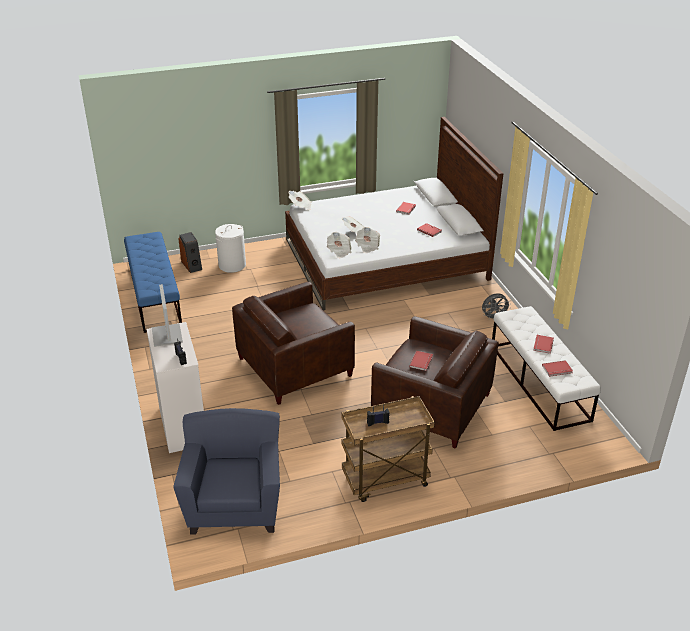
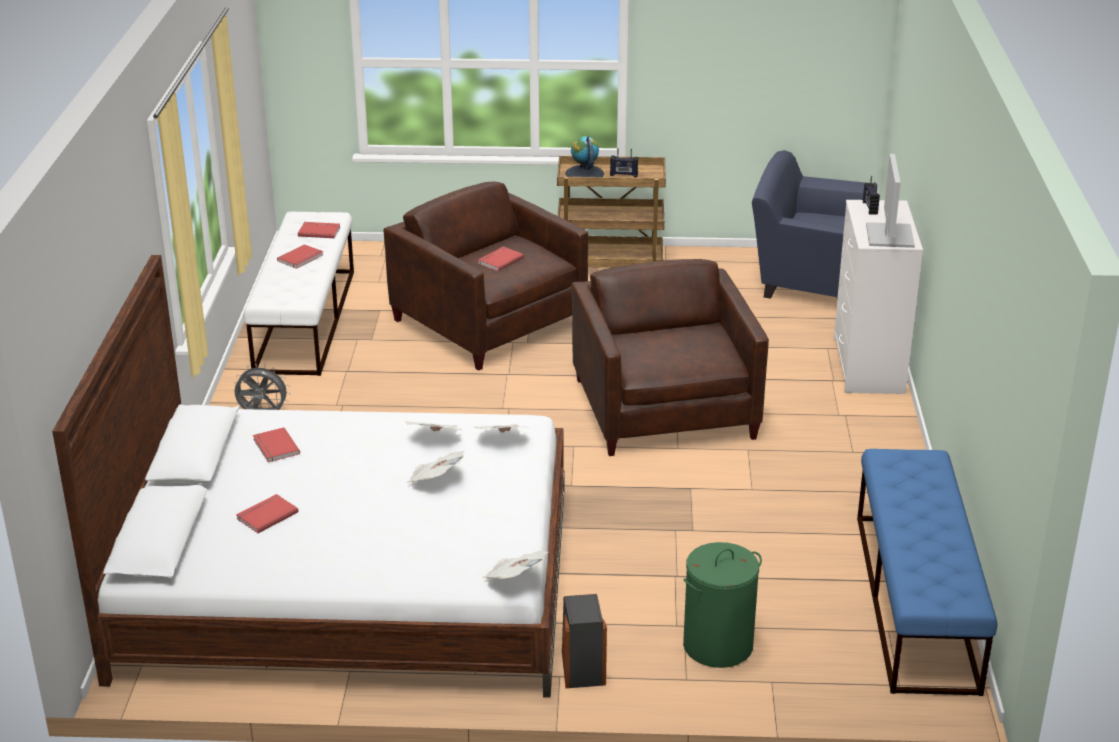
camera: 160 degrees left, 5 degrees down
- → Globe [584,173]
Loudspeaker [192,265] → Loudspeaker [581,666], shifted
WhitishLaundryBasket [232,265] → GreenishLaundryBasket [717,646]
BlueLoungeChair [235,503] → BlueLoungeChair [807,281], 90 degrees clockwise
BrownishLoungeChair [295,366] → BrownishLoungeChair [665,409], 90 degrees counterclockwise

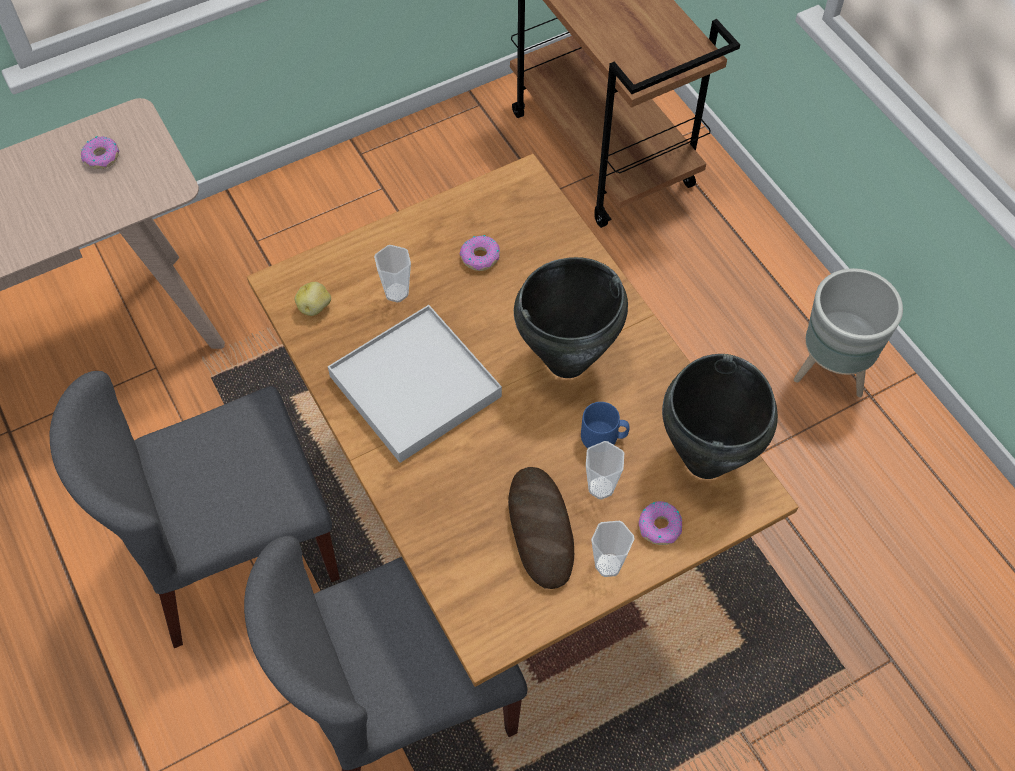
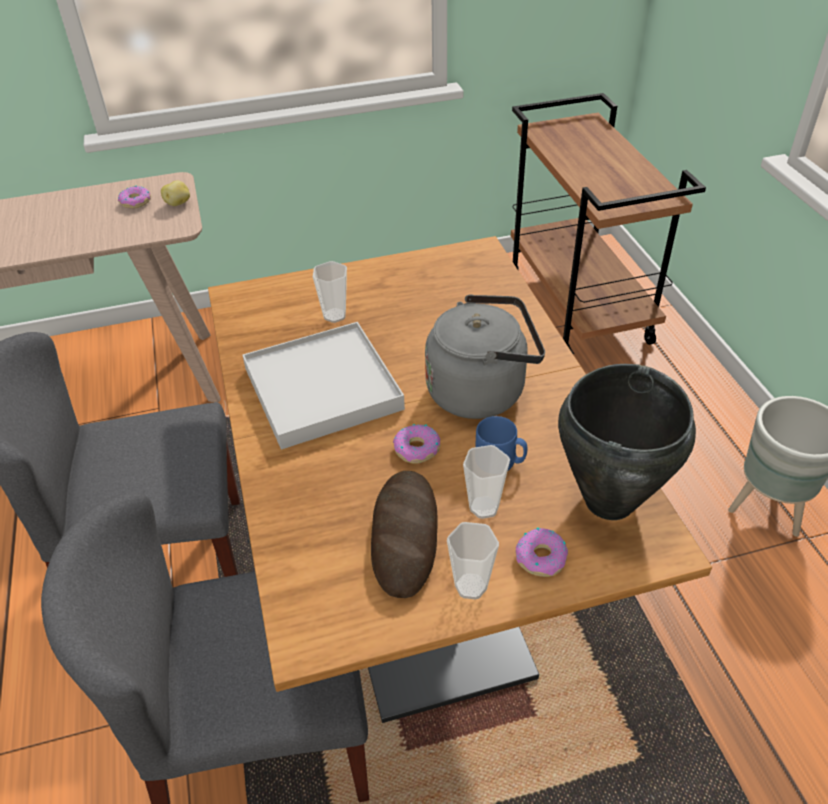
camera: 15 degrees right, 15 degrees down
WholePotato [315,307] → WholePotato [178,203], shifted
Donut [480,257] → Donut [417,449], shifted
BlackColouredSaucepot [568,361] → GrayTeaKettle [481,391]

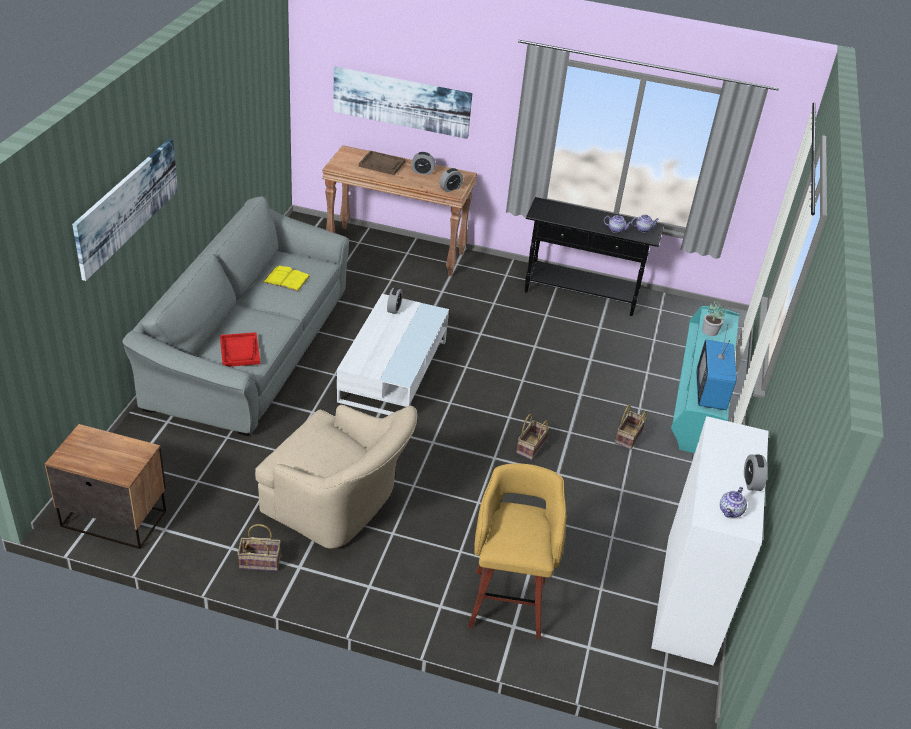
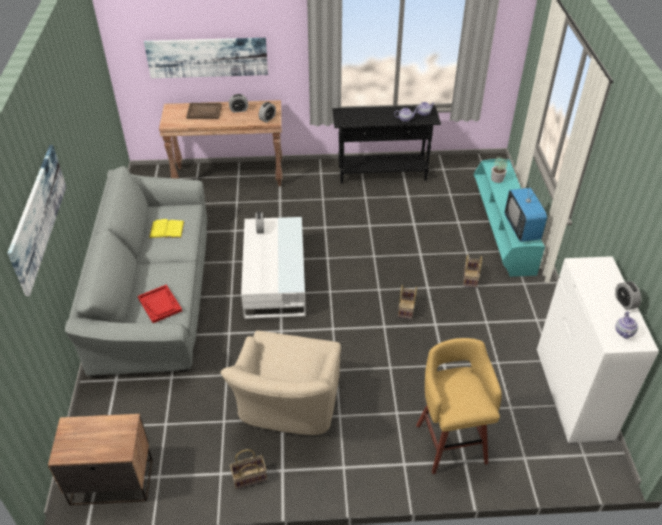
camera: 15 degrees left, 5 degrees up
BeigeColouredLoungeChair [339,506] → BeigeColouredLoungeChair [288,406], 90 degrees clockwise

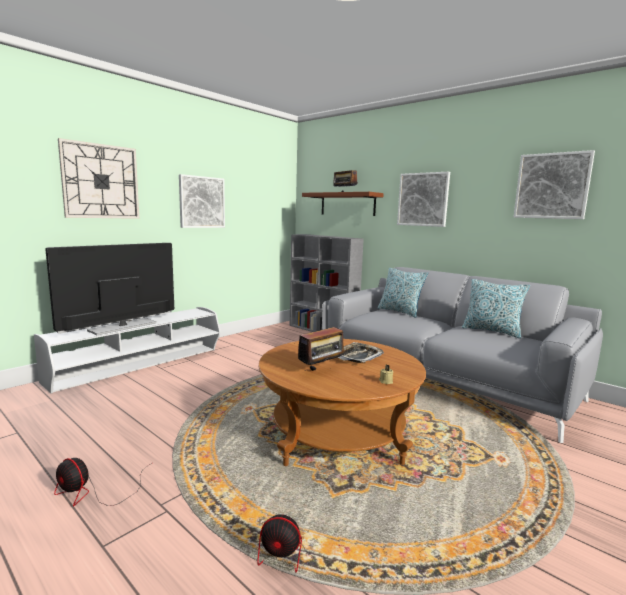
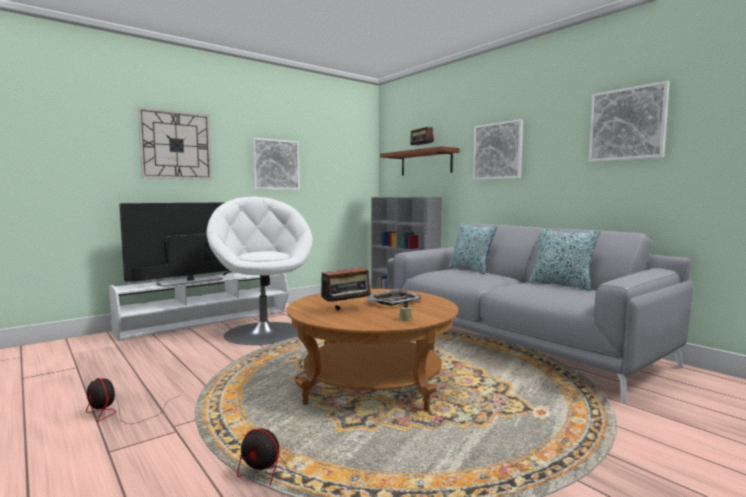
camera: 10 degrees right, 5 degrees down
- → WhitishLoungeChair [264,332]

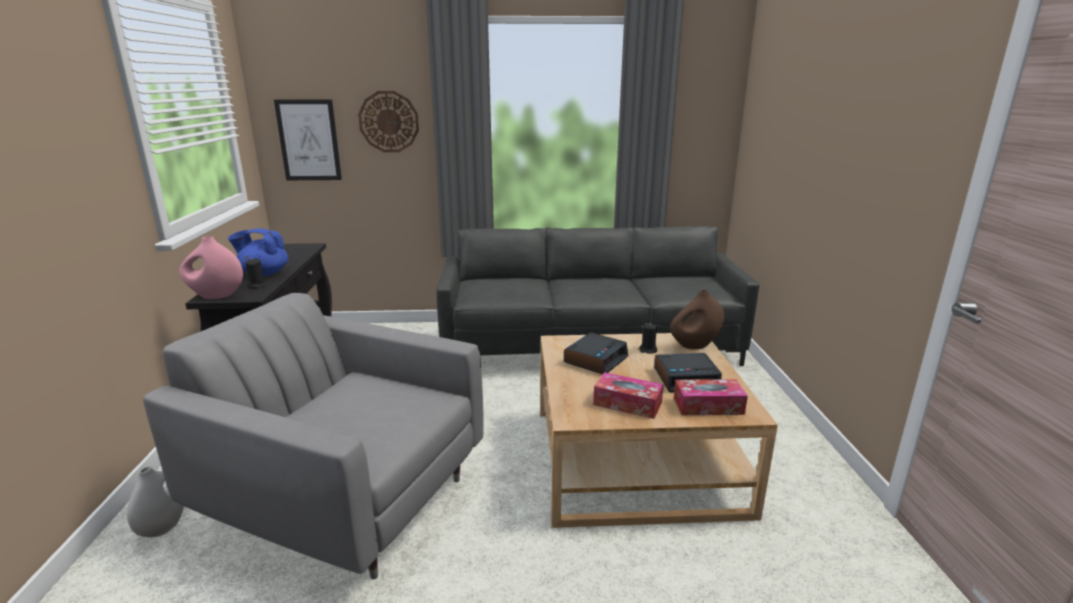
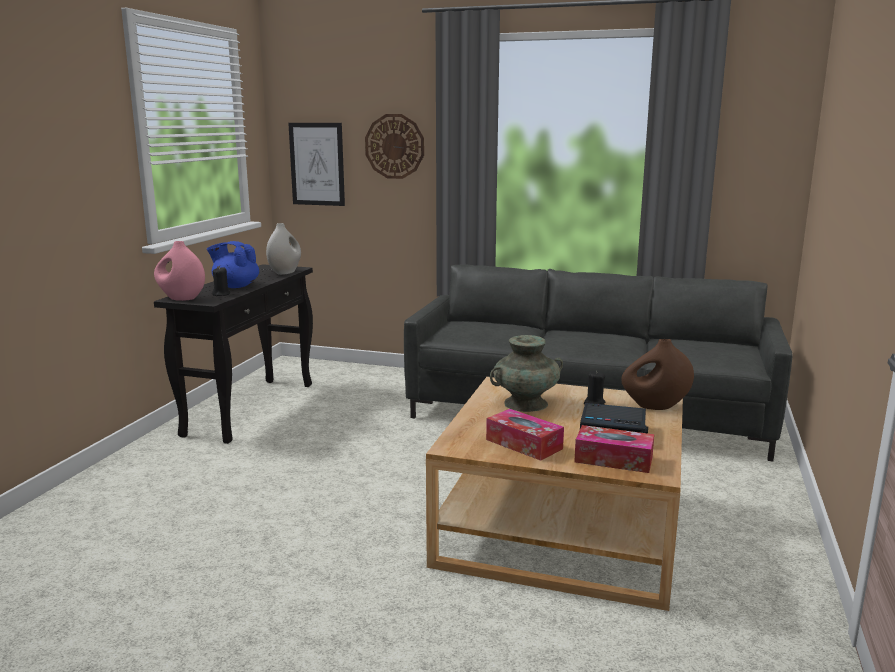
camera: 20 degrees right, 5 degrees down
GrayLoungeChair [344,498] → -
WhitishDecorativeVase [165,525] → WhitishDecorativeVase [285,272], shifted
AlarmClock [595,359] → BlueGreenDecorativeVase [526,404]

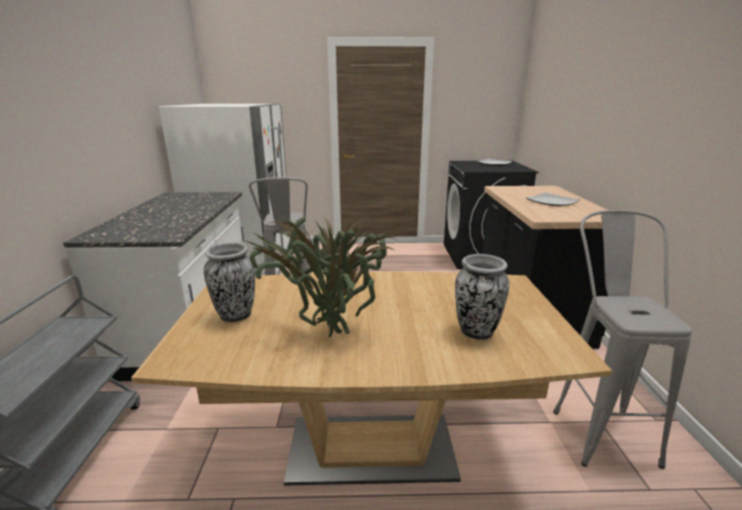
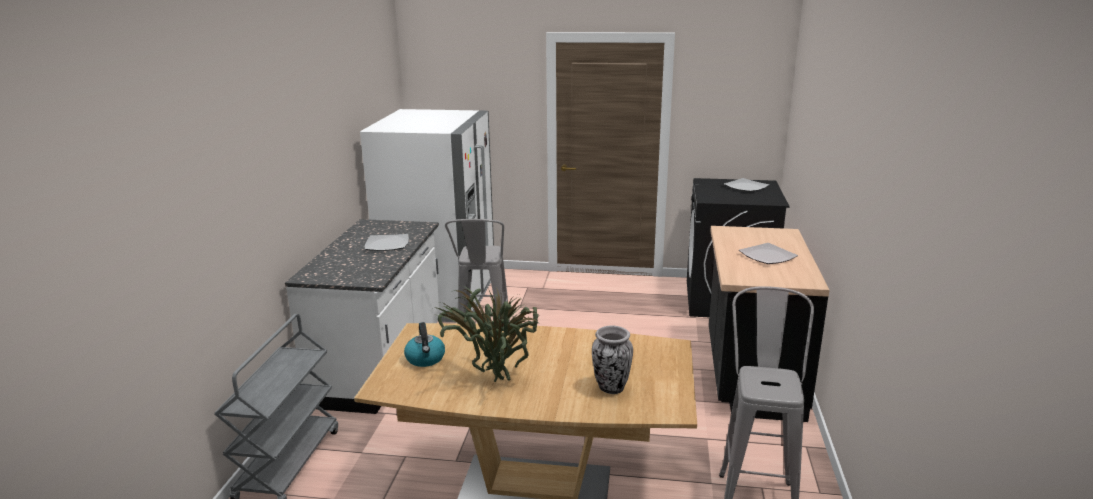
camera: 10 degrees right, 0 degrees up
- → FlatDish [387,244]
DecorativeVase [236,315] → TeaKettle [425,359]

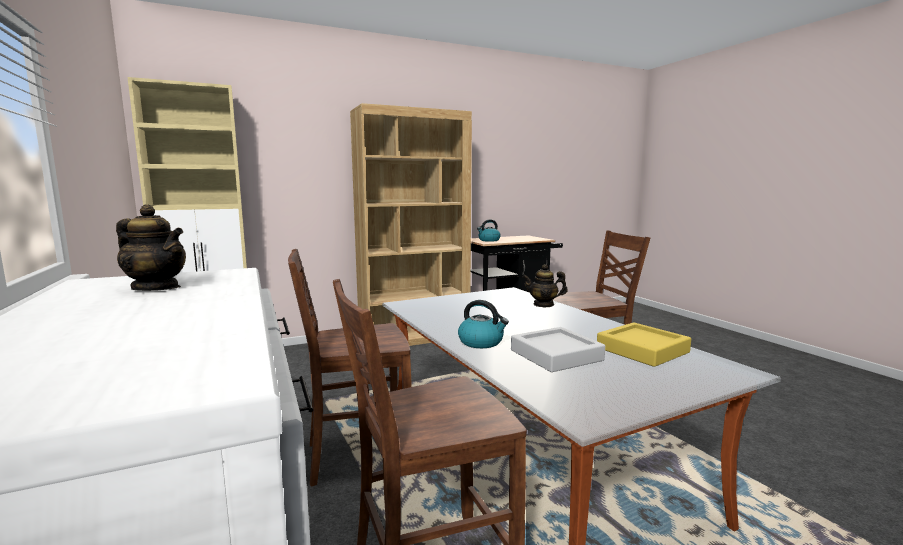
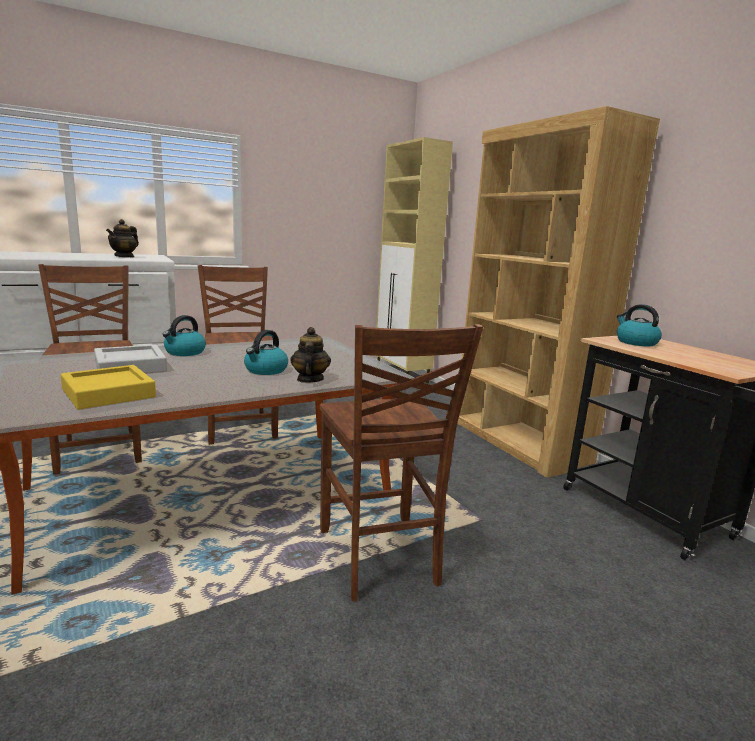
camera: 85 degrees right, 5 degrees up
- → TeaKettle [265,370]

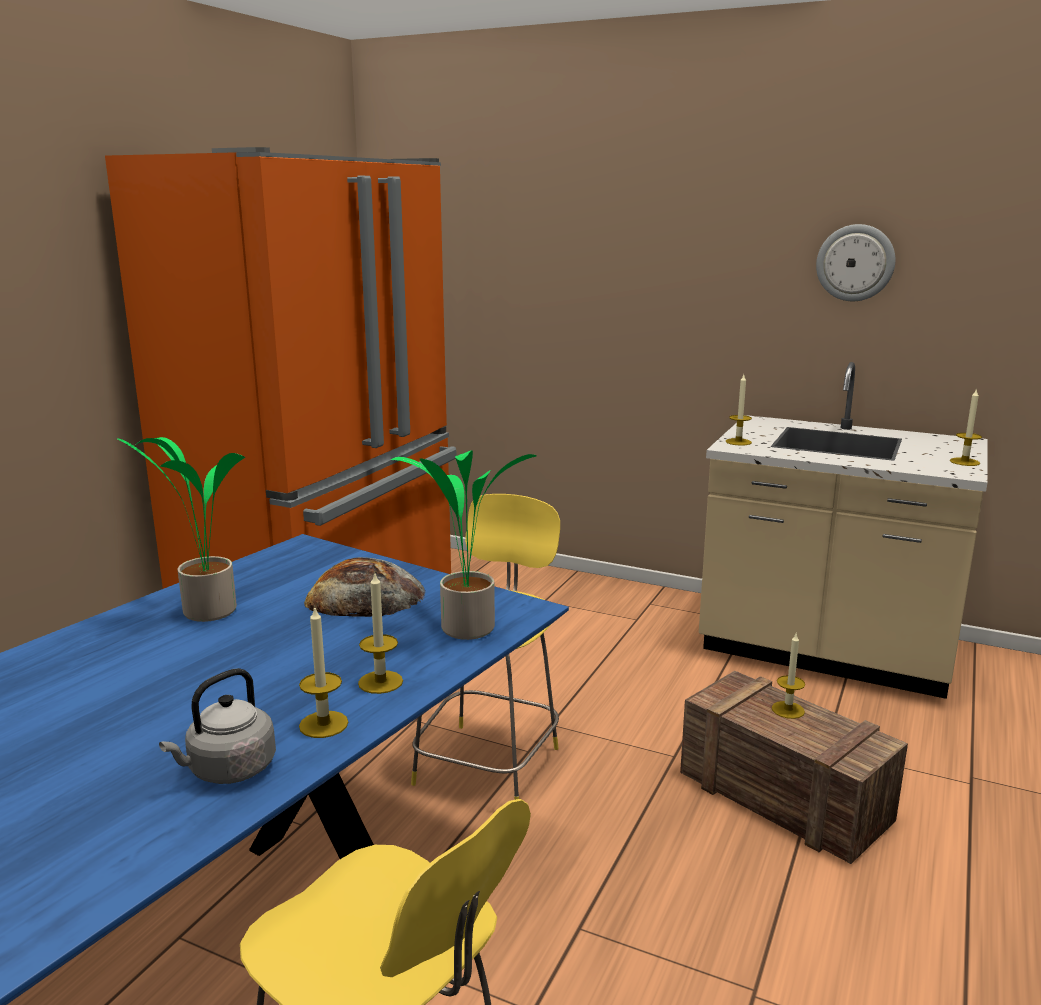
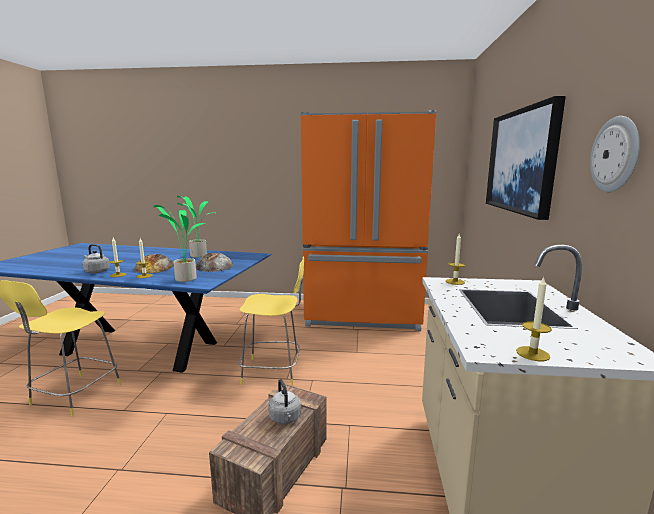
camera: 70 degrees right, 5 degrees down
- → Bread [155,267]
- → WallArt [521,161]
Candle [788,710] → GrayTeaKettle [285,419]

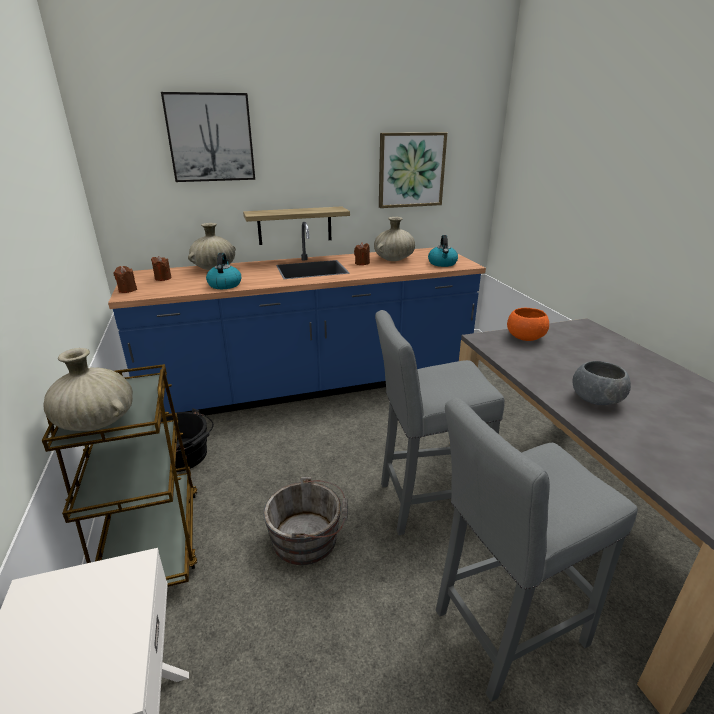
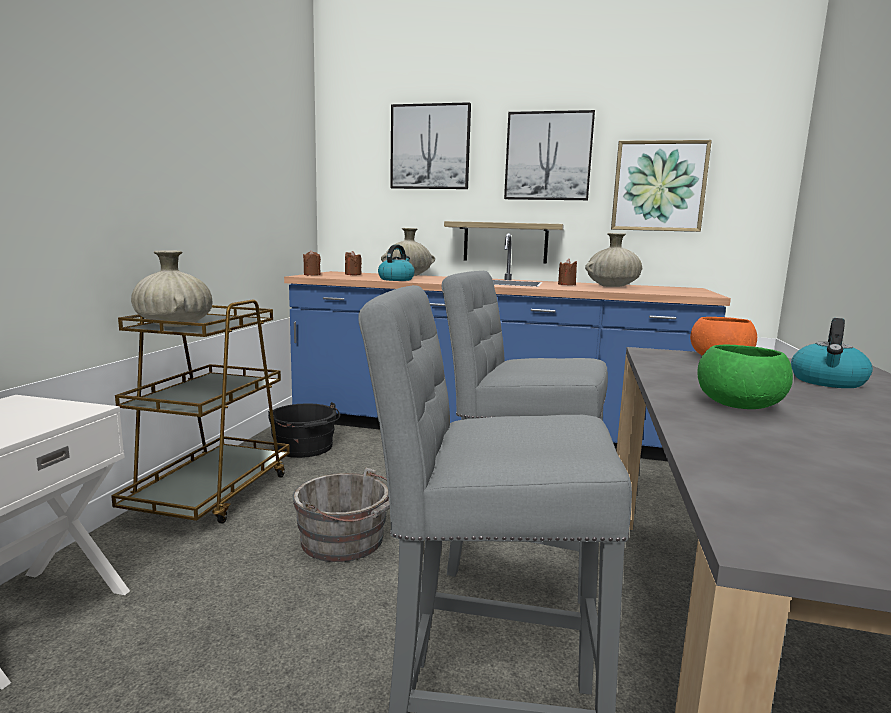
camera: 30 degrees right, 15 degrees down
- → WallArt [548,156]
TeaKettle [442,263] → TeaKettle [828,382], shifted
GrayDeepDish [596,399] → GreenishDeepDish [739,405]

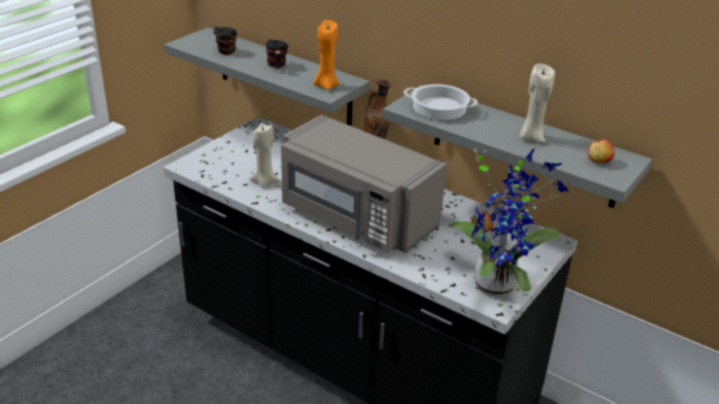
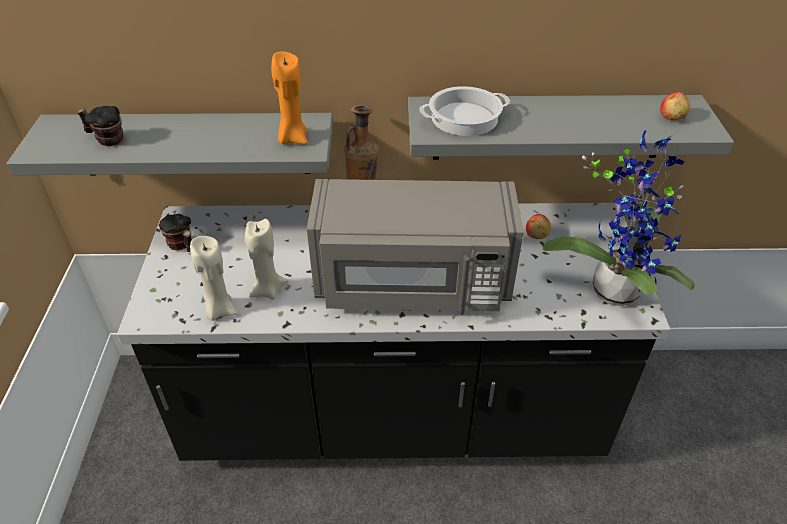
camera: 35 degrees left, 10 degrees up
CoffeeMug [276,66] → CoffeeMug [182,246], shifted
BeigeColouredCandle [531,137] → BeigeColouredCandle [219,310], shifted

